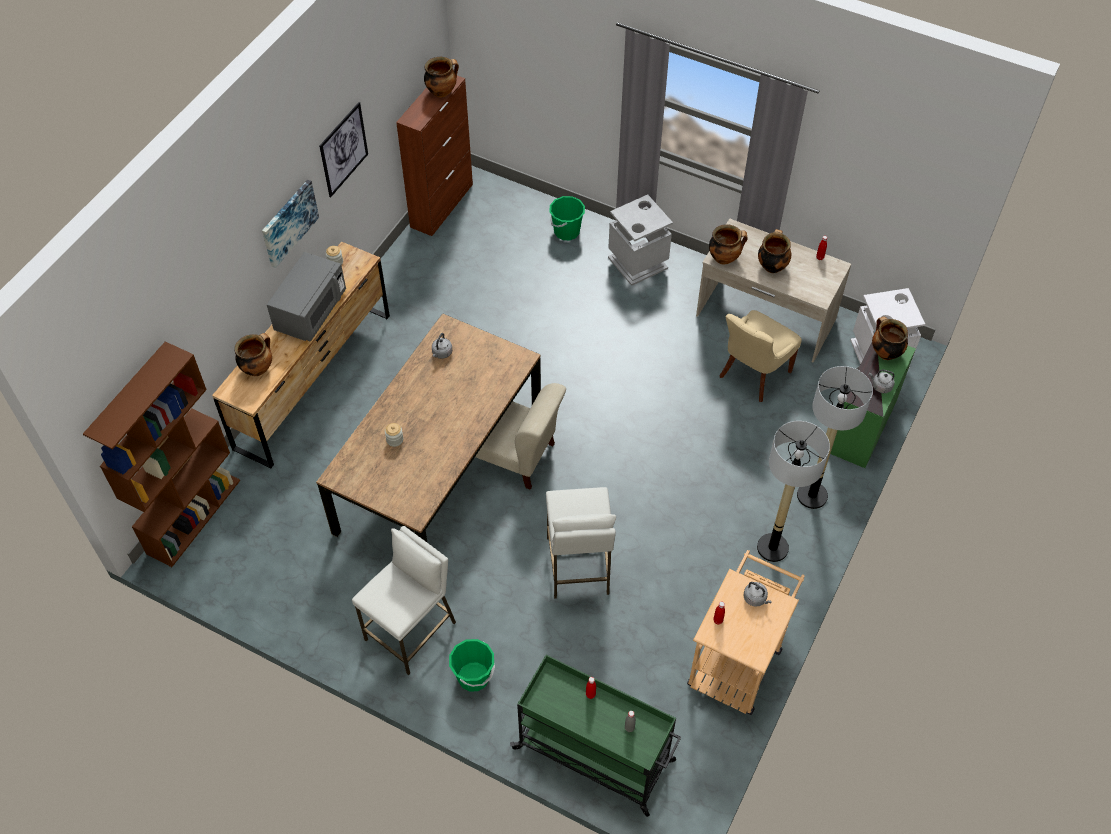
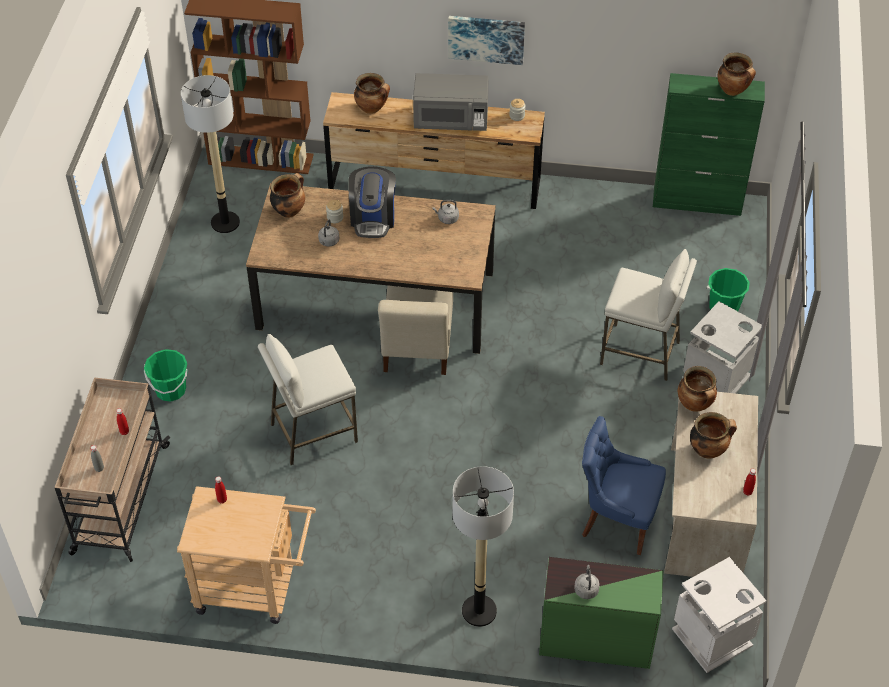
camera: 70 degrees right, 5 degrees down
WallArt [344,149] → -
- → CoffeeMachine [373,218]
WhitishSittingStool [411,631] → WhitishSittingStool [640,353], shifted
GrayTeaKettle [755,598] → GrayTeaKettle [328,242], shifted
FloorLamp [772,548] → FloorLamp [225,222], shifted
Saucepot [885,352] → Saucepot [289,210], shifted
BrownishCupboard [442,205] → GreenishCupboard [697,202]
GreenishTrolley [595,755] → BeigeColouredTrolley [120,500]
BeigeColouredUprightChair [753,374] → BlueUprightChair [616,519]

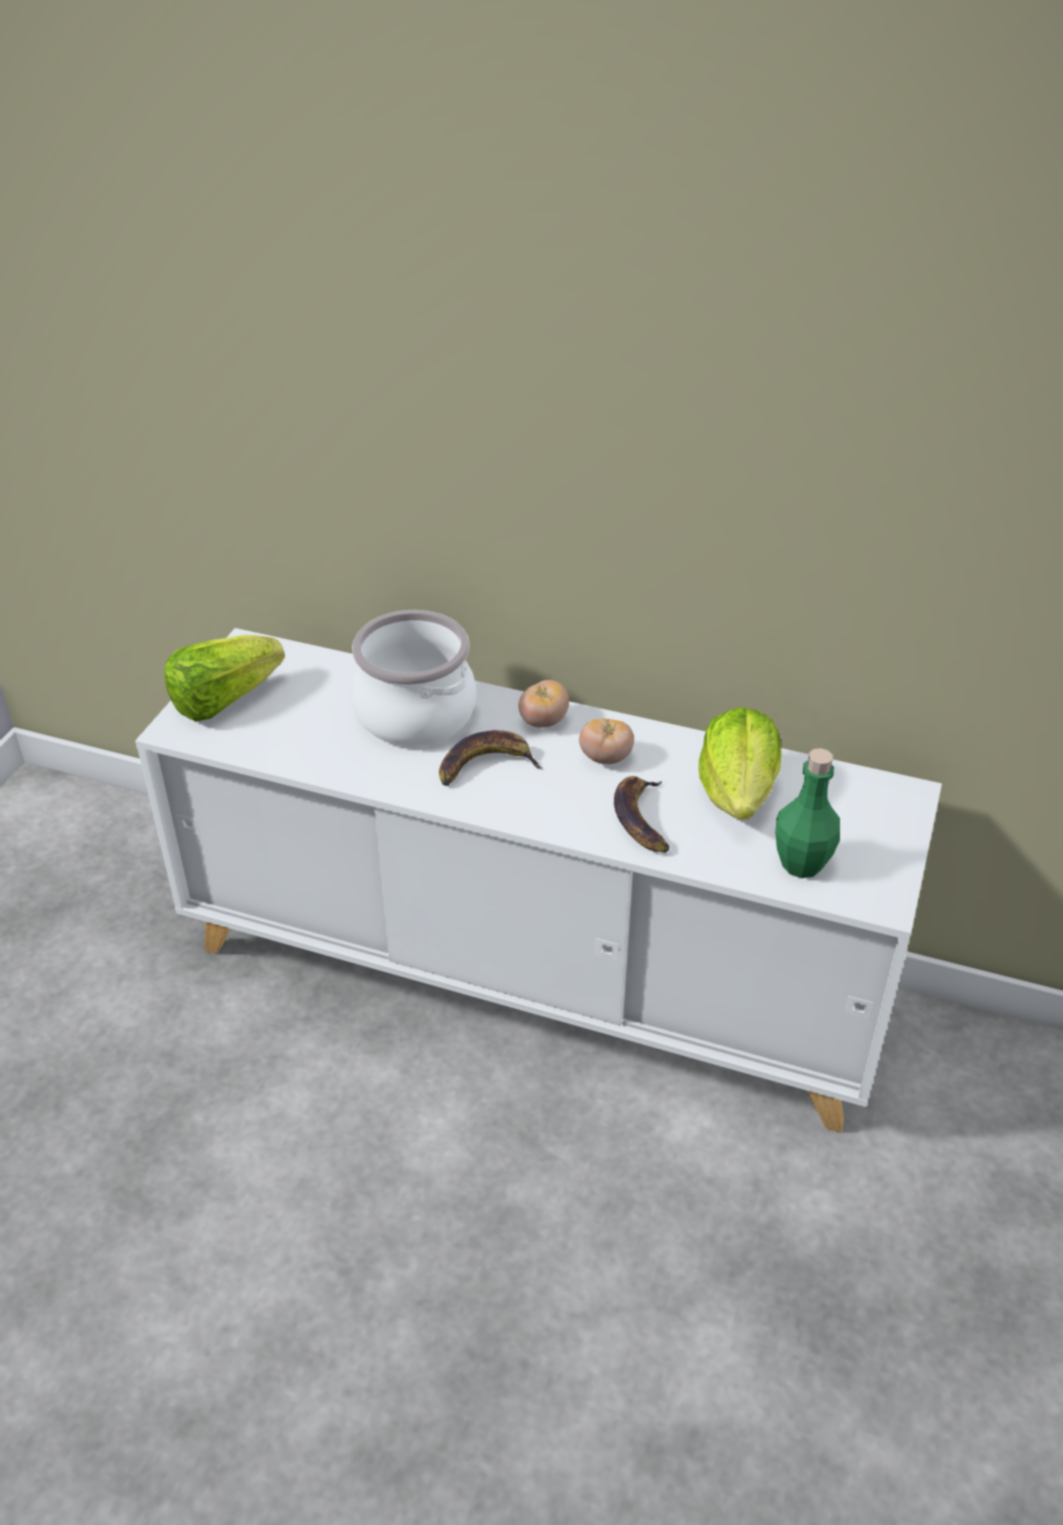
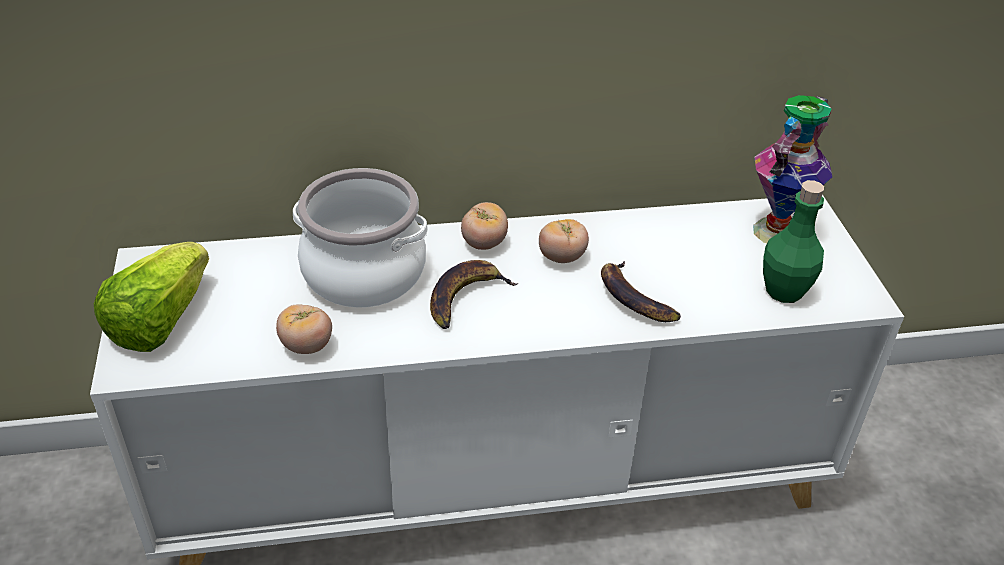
camera: 30 degrees left, 0 degrees up
LettuceHead [738,792] → -
- → Tomato [306,346]
- → DecorativeVase [777,232]

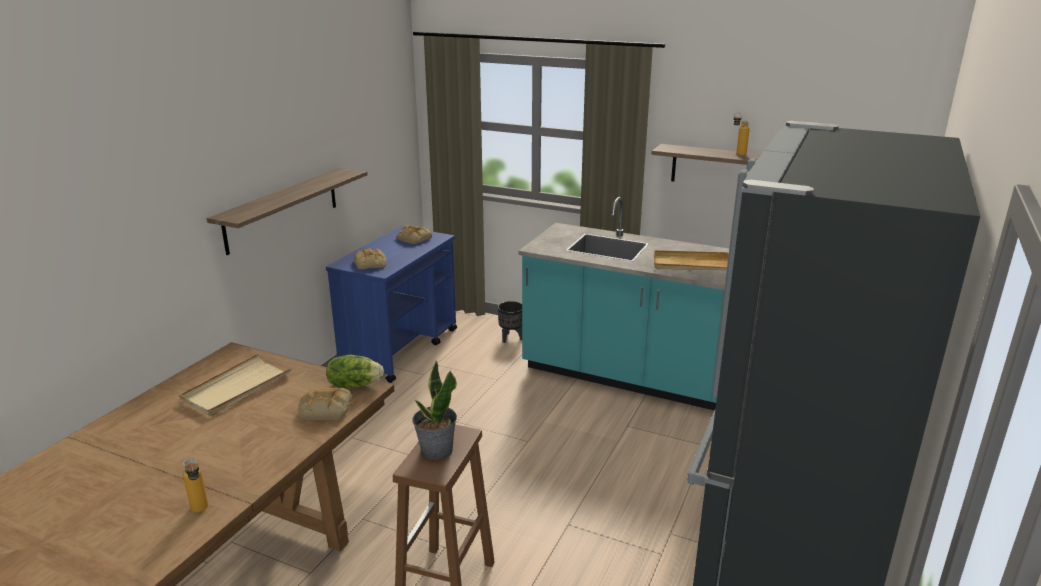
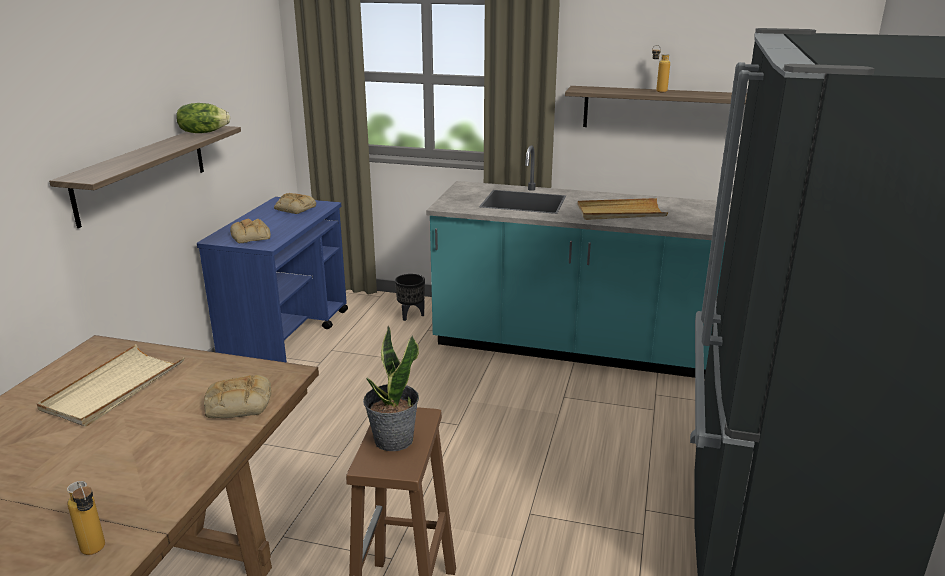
camera: 10 degrees left, 0 degrees up
LettuceHead [354,385] → LettuceHead [203,132], shifted

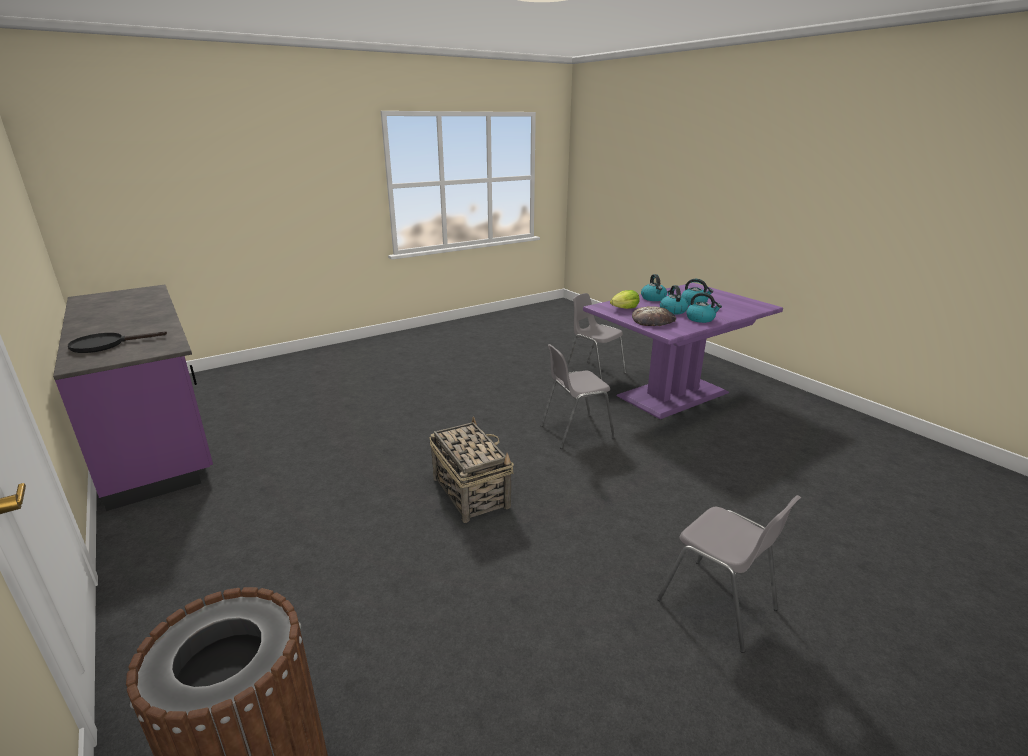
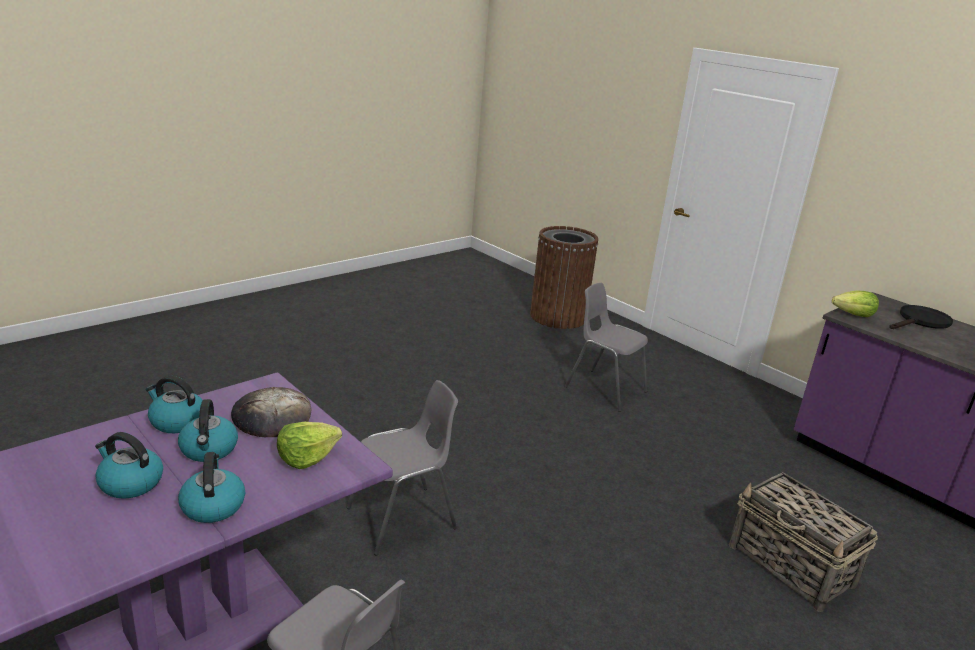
camera: 170 degrees right, 0 degrees up
- → LettuceHead [853,314]
StorageBasket [470,491] → StorageBasket [791,566], shifted
GrayUprightChair [718,605] → GrayUprightChair [604,389], shifted

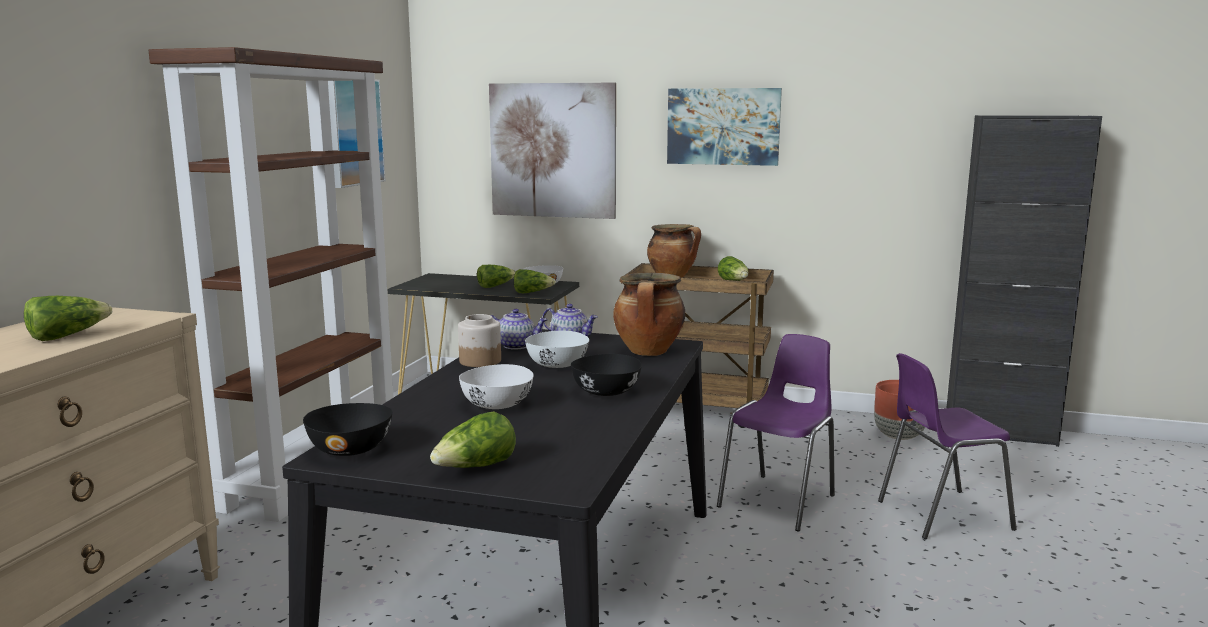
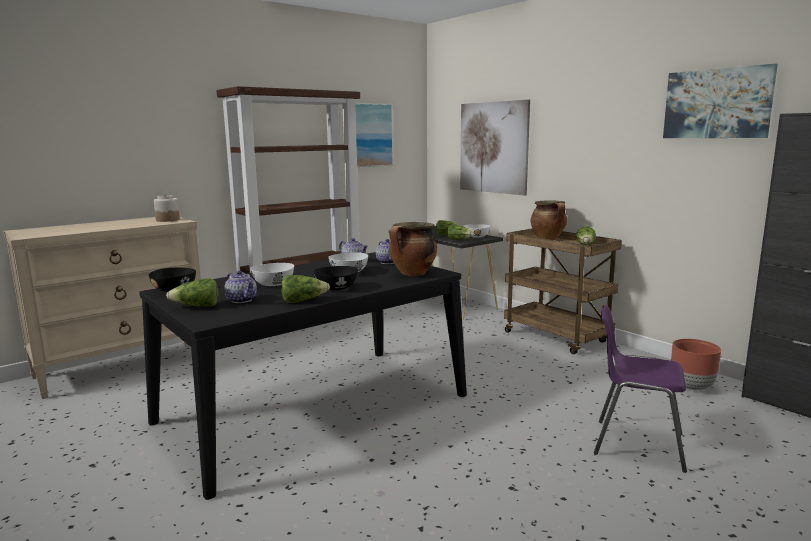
camera: 35 degrees right, 0 degrees up
PurpleUprightChair [779,501] → -
- → PotForTea [242,300]
LettuceHead [67,336] → LettuceHead [303,301], shifted
PreserveJar [479,361] → PreserveJar [167,220], shifted
WallArt [723,126] → WallArt [717,104], shifted

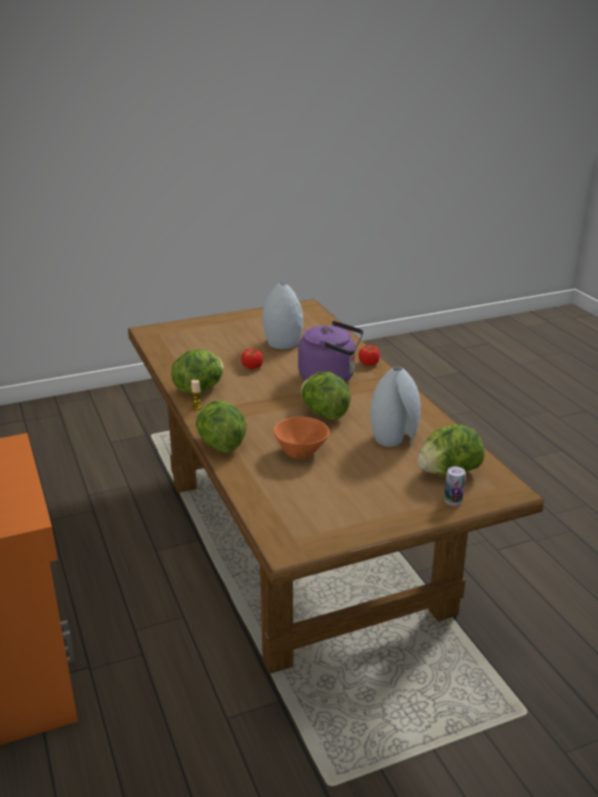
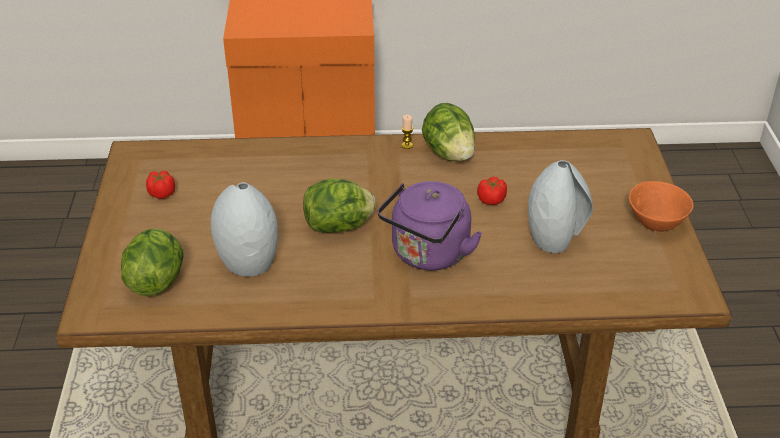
camera: 110 degrees right, 10 degrees up
LettuceHead [220,445] → -
SealedCan [453,500] → -
OrangeyDeepDish [302,452] → OrangeyDeepDish [654,224], shifted
Tomato [368,363] → Tomato [162,193], shifted

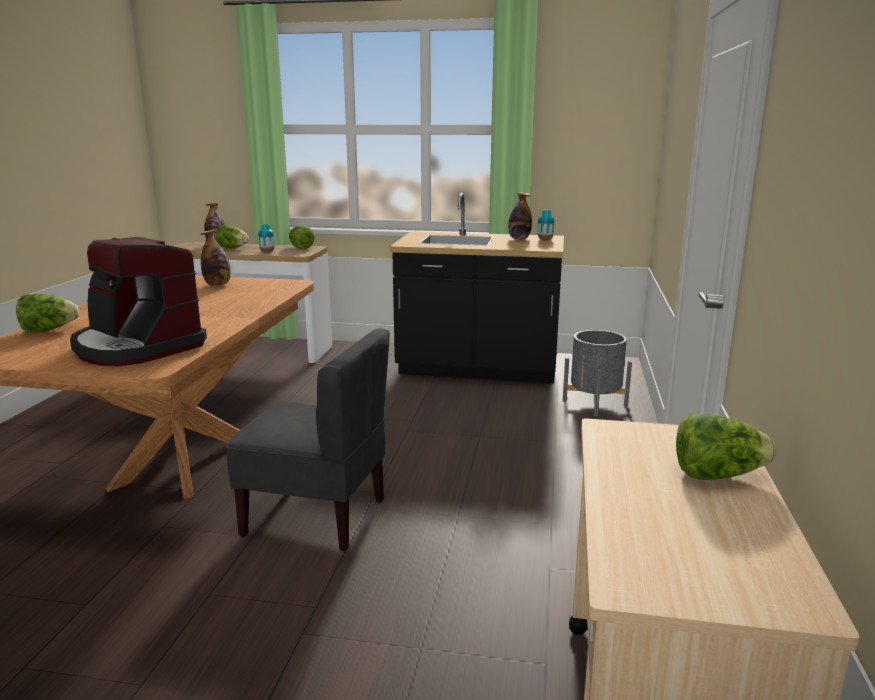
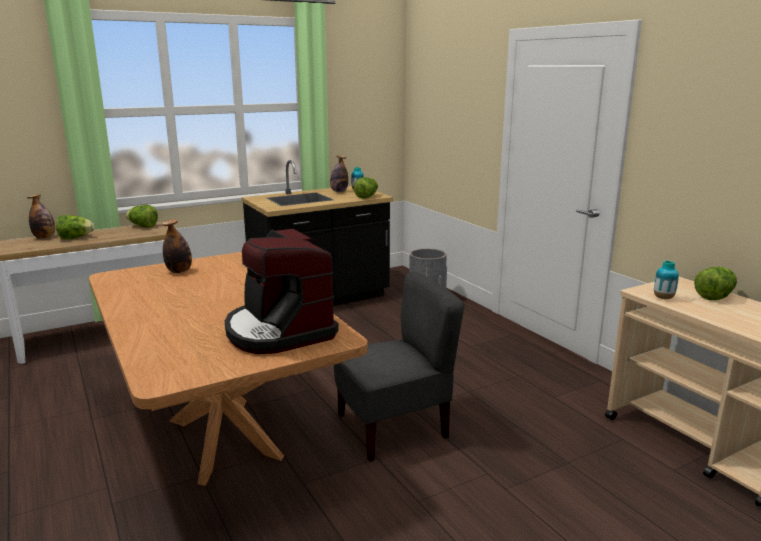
camera: 40 degrees left, 0 degrees up
LettuceHead [48,330] → LettuceHead [367,197], shifted
DecorativeVase [267,252] → DecorativeVase [663,298], shifted
CoffeeMachine [137,347] → CoffeeMachine [279,331], 60 degrees clockwise

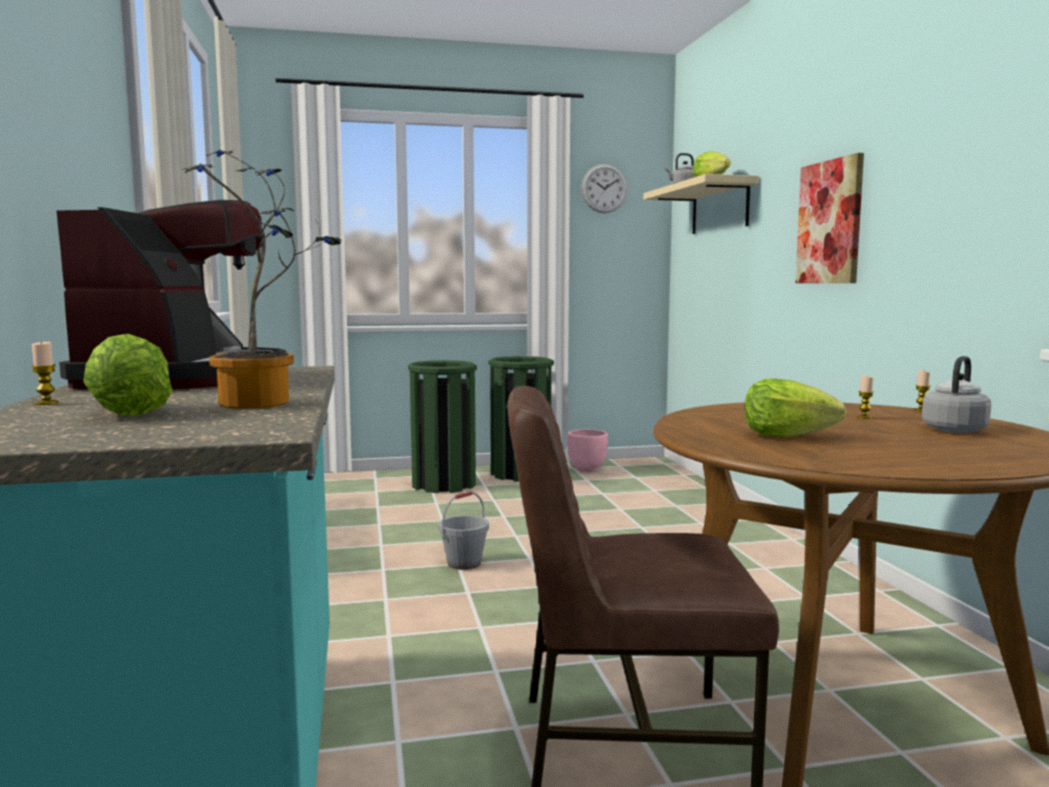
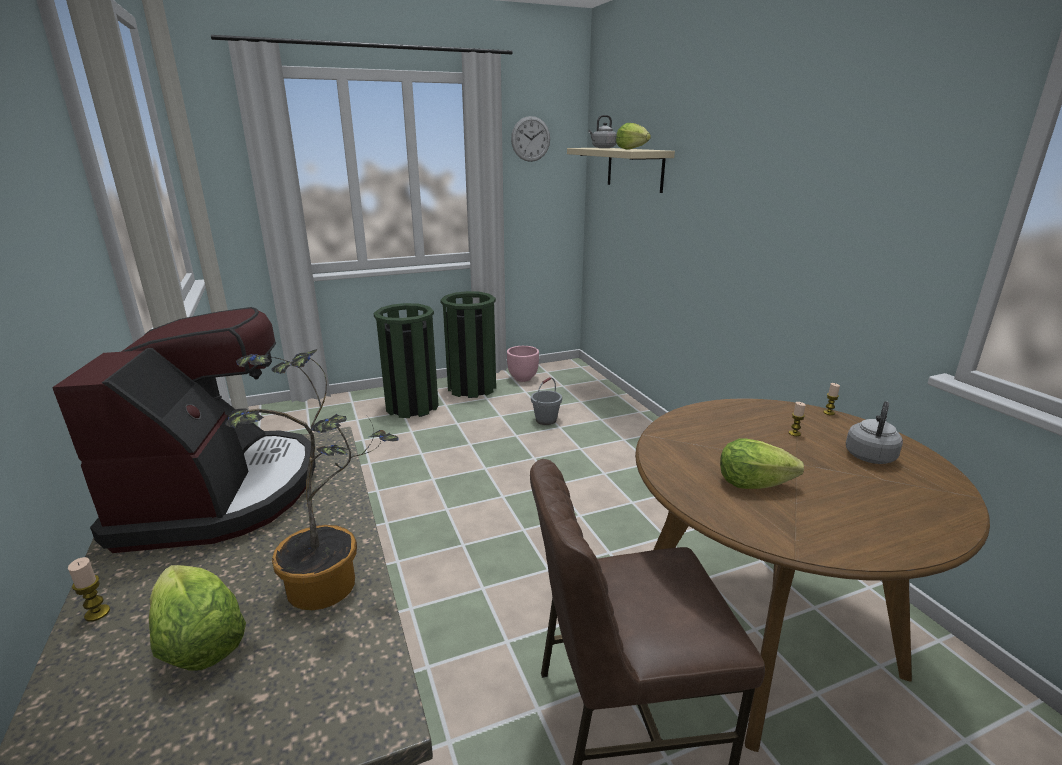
camera: 10 degrees left, 15 degrees up
WallArt [830,222] → -
GrayWaterBucket [464,563] → GrayWaterBucket [546,420], shifted

